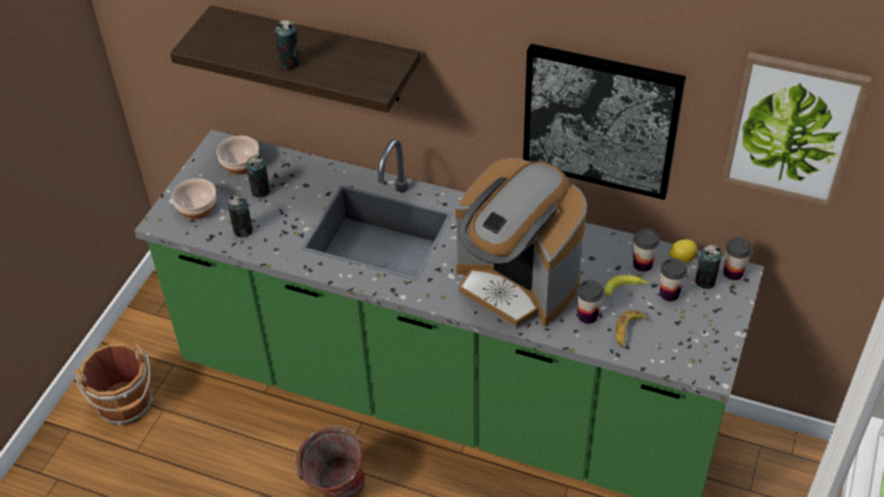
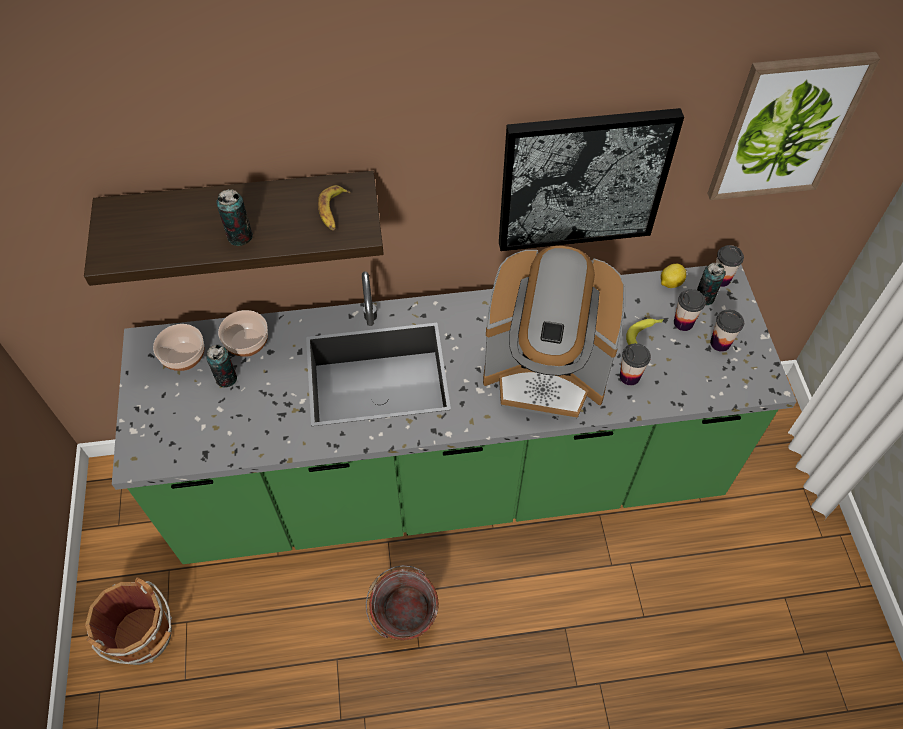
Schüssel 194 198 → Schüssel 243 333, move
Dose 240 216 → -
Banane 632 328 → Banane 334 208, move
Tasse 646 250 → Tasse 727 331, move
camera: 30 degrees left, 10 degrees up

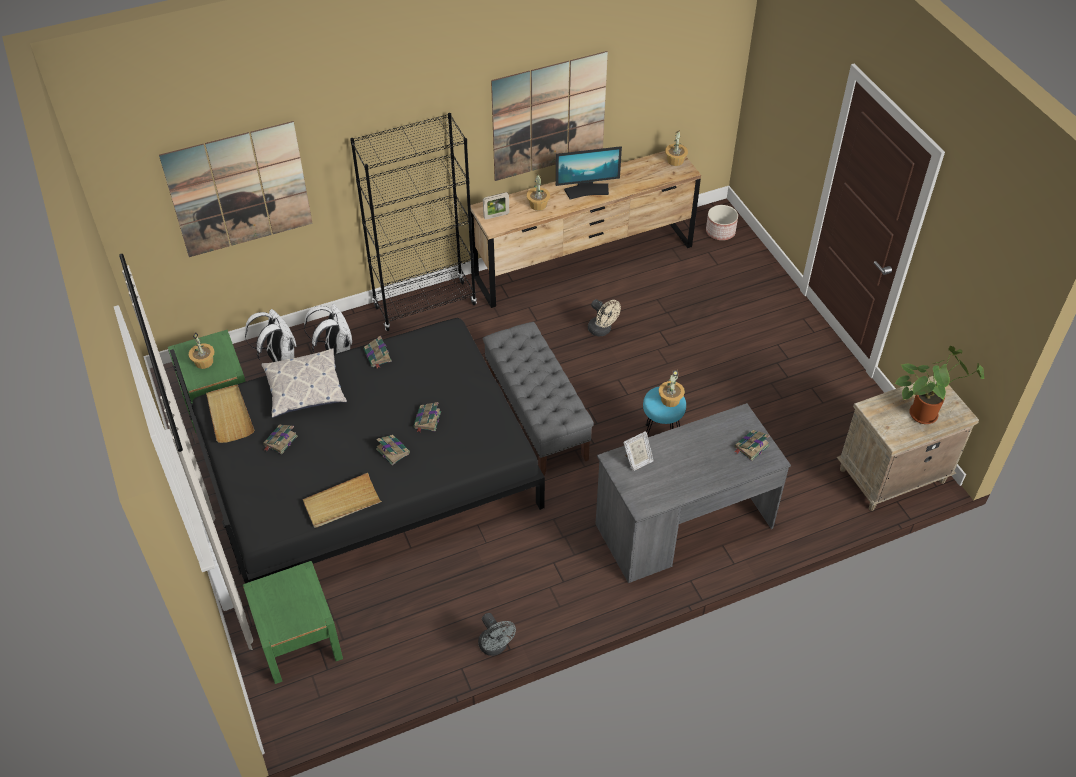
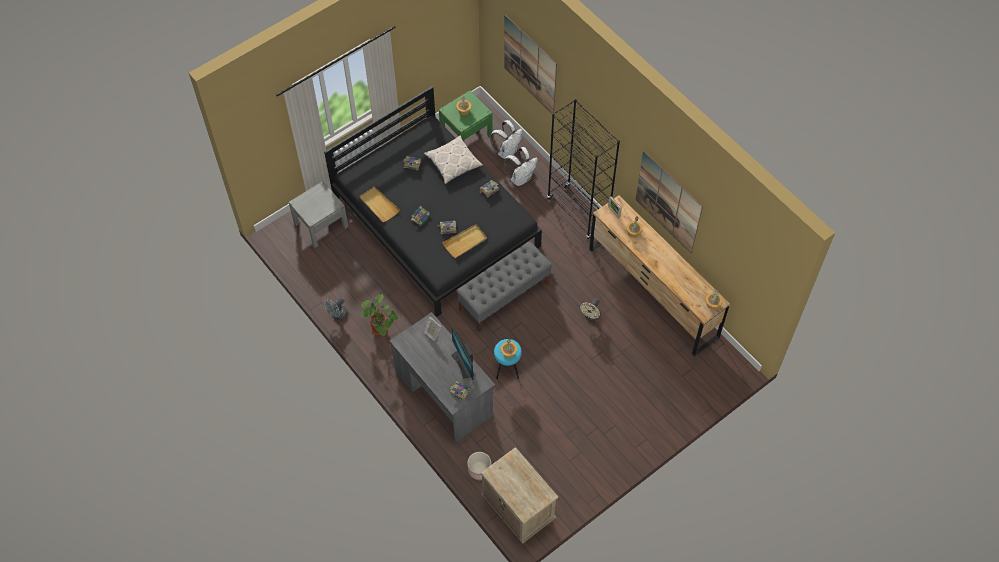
Tablett (beige) 230 413 → Tablett (beige) 464 241, move
Nachttisch (grün) 293 622 → Nachttisch (grau) 318 214
Monitor 589 172 → Monitor 462 353, move
Pflanzkübel 722 222 → Pflanzkübel 479 466, move
Topfpflanze 939 385 → Topfpflanze 379 315, move
camera: 75 degrees right, 10 degrees up

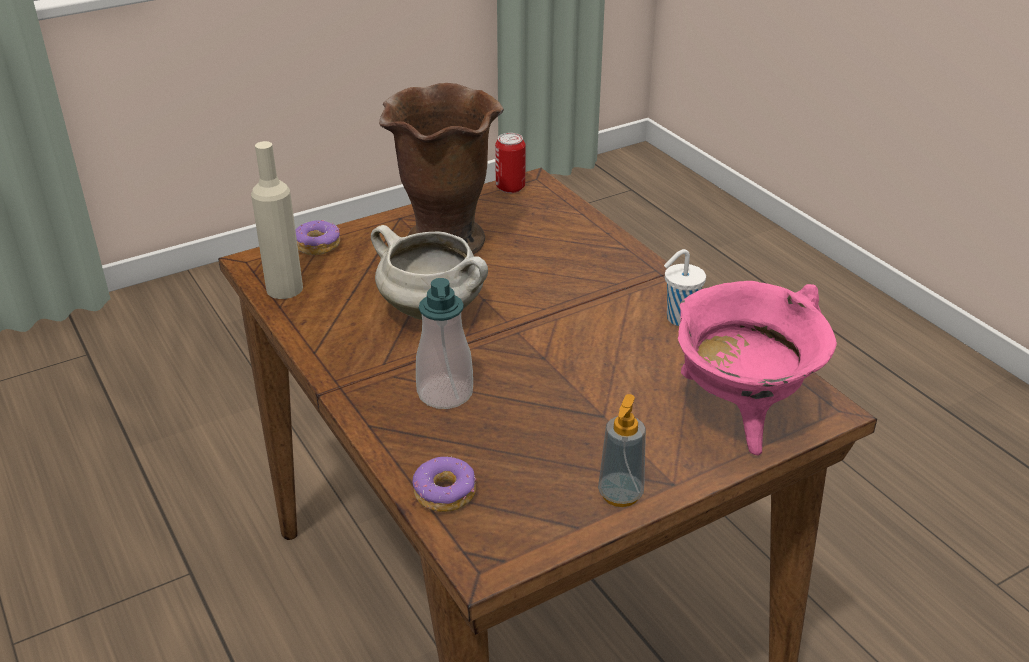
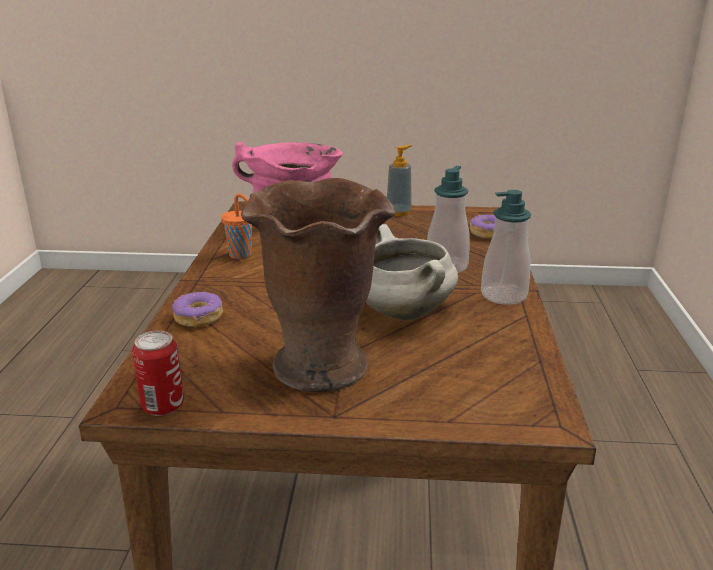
Flasche (beige) 277 220 → -
Donut 317 237 → Donut 197 309, move
Tasse (weiß) 685 287 → Tasse (orange) 236 226
- → Seifenspender 506 247
camera: 145 degrees left, 10 degrees down

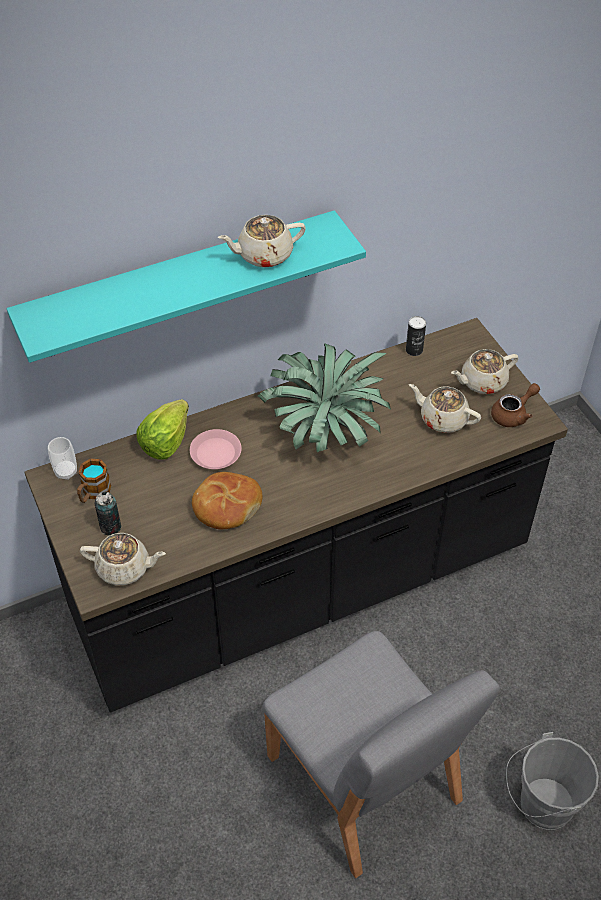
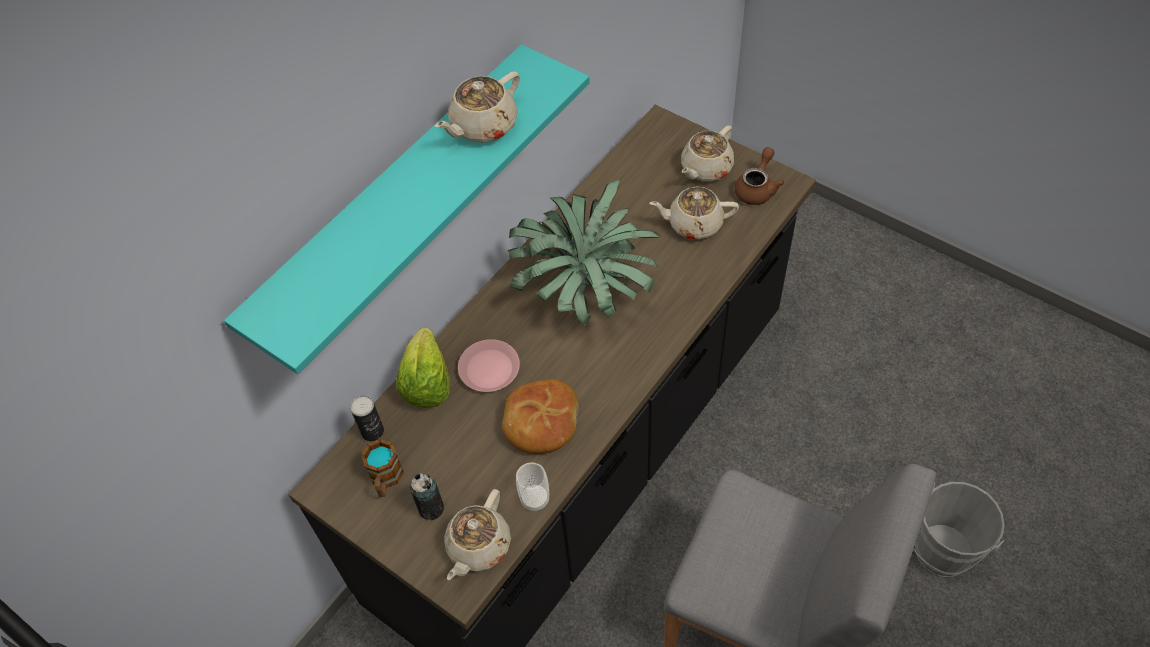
Tasse 62 458 → Tasse 532 486, move
Teekanne (beige) 123 559 → Teekanne (beige) 477 534, 135 degrees clockwise
Dose 416 336 → Dose 367 419, move
camera: 25 degrees left, 5 degrees up

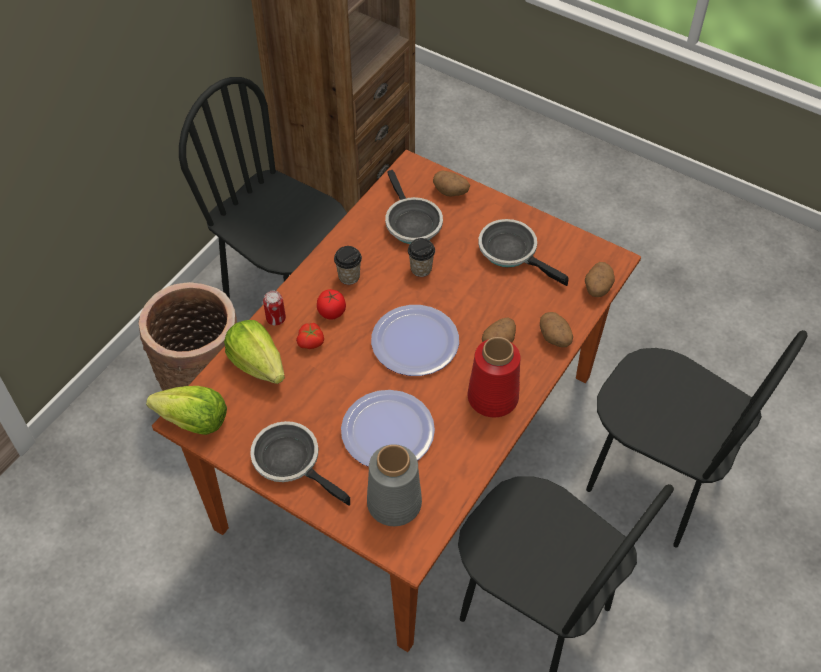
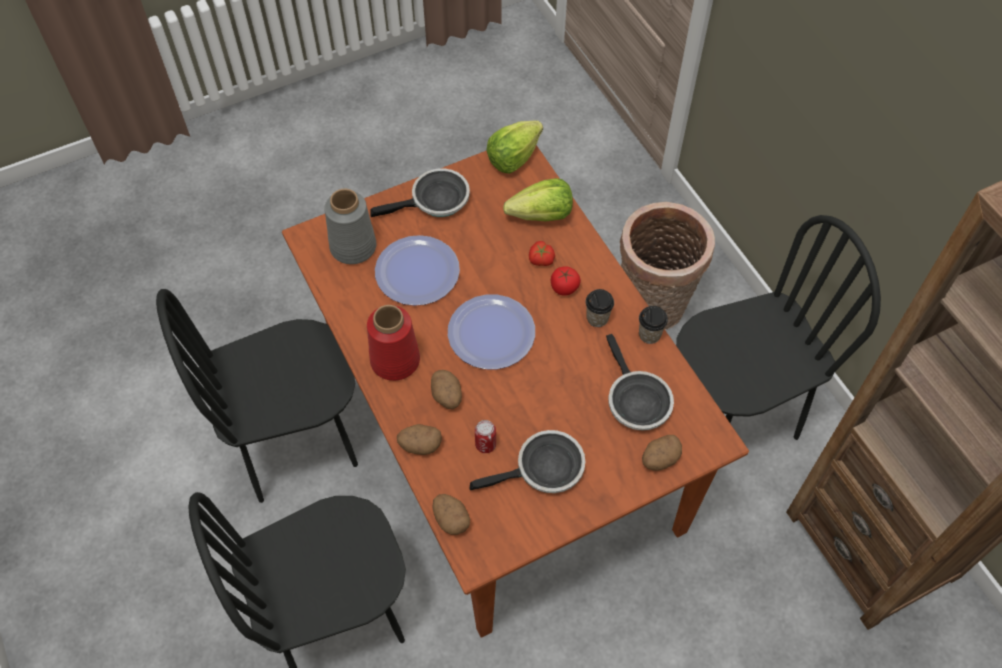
Dose 274 308 → Dose 485 436, move
Pfanne 414 207 → Pfanne 640 382, 120 degrees counterclockwise
Tasse 421 257 → Tasse 653 325, move
camera: 120 degrees right, 5 degrees up

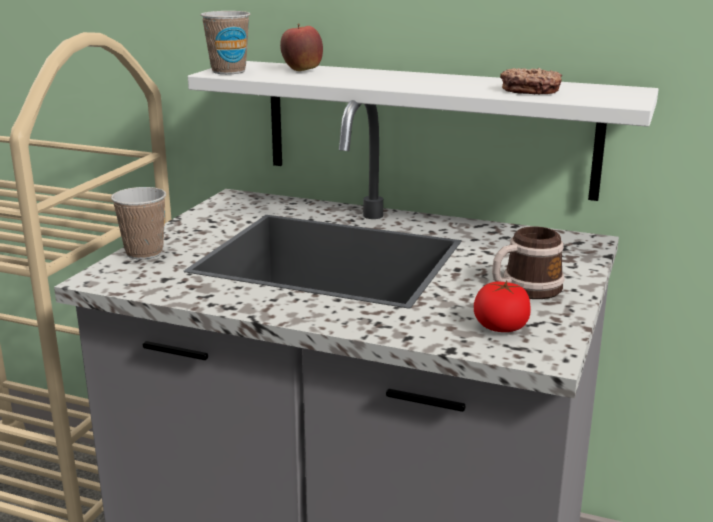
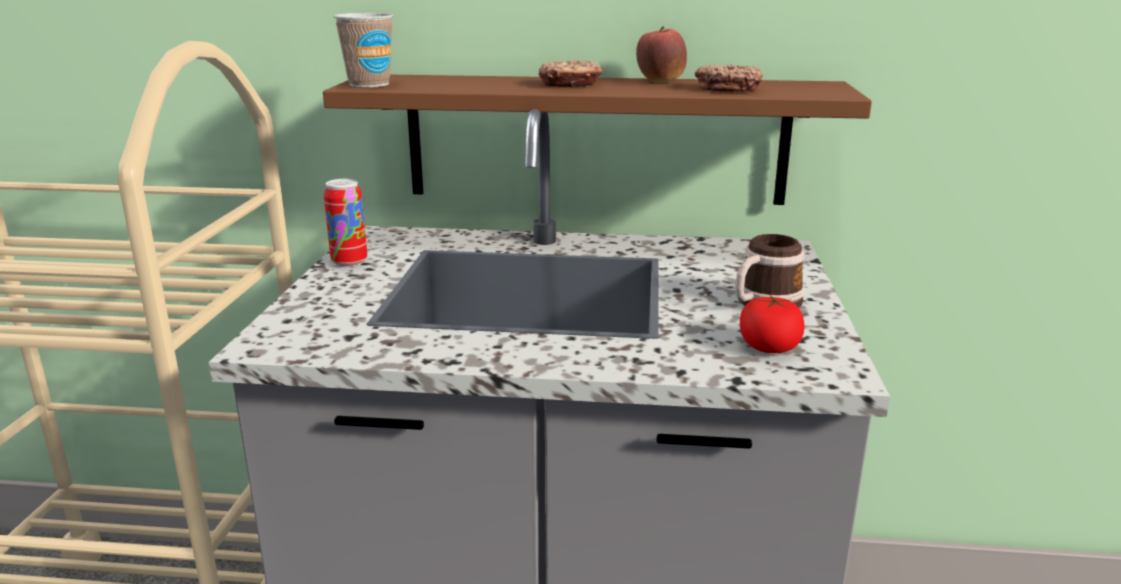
Tasse 138 223 → -
Wandregal (weiß) 423 131 → Wandregal (braun) 597 140
Apfel 301 47 → Apfel 661 54, move
- → Dose 345 223
- → Donut 571 73
camera: 15 degrees left, 0 degrees up

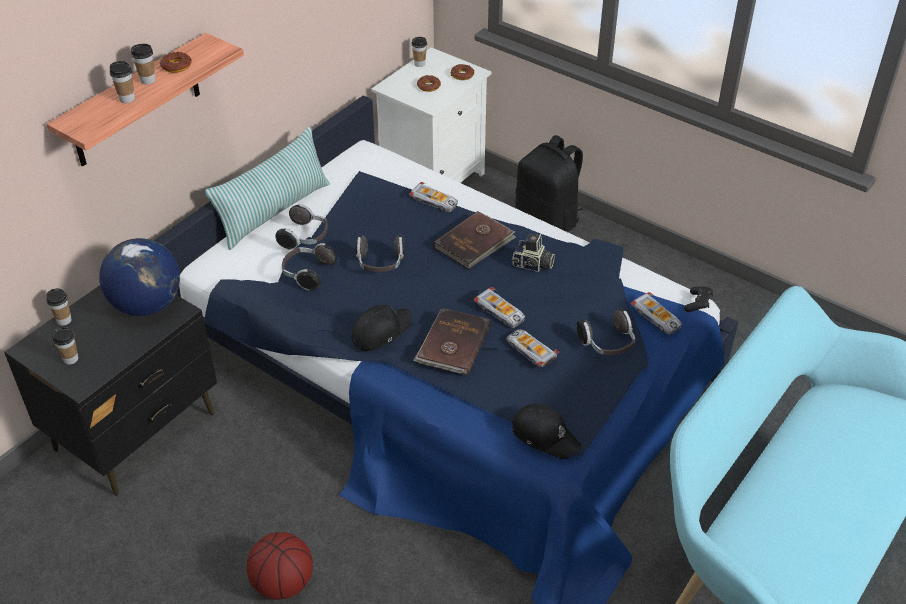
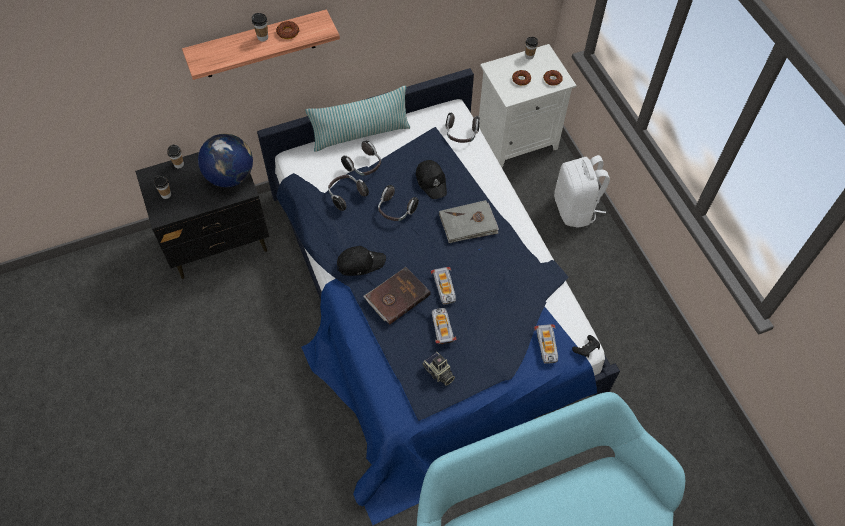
Tasse 122 82 → -
Basketball 280 566 → -
Spielzeugauto 433 197 → -
Buch (braun) 474 240 → Buch (grau) 469 221
Kappe (schwarz) 546 431 → Kappe (schwarz) 431 179, move
Kamera 533 253 → Kamera 438 369, move
Rucksack (schwarz) 549 183 → Rucksack (weiß) 582 191
Kopfhörer 606 332 → Kopfhörer 463 128, move
camera: 30 degrees right, 15 degrees up

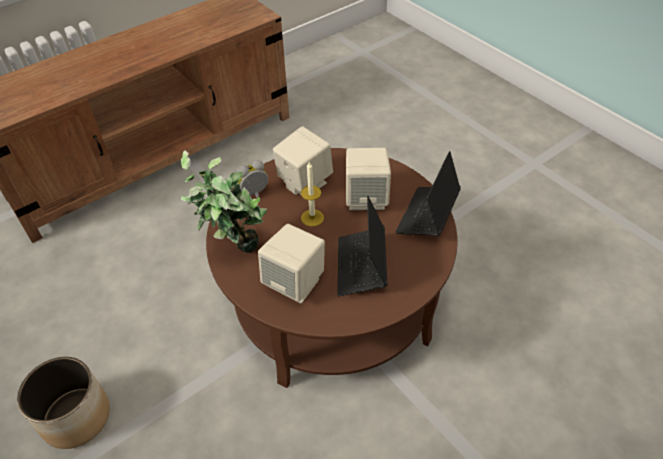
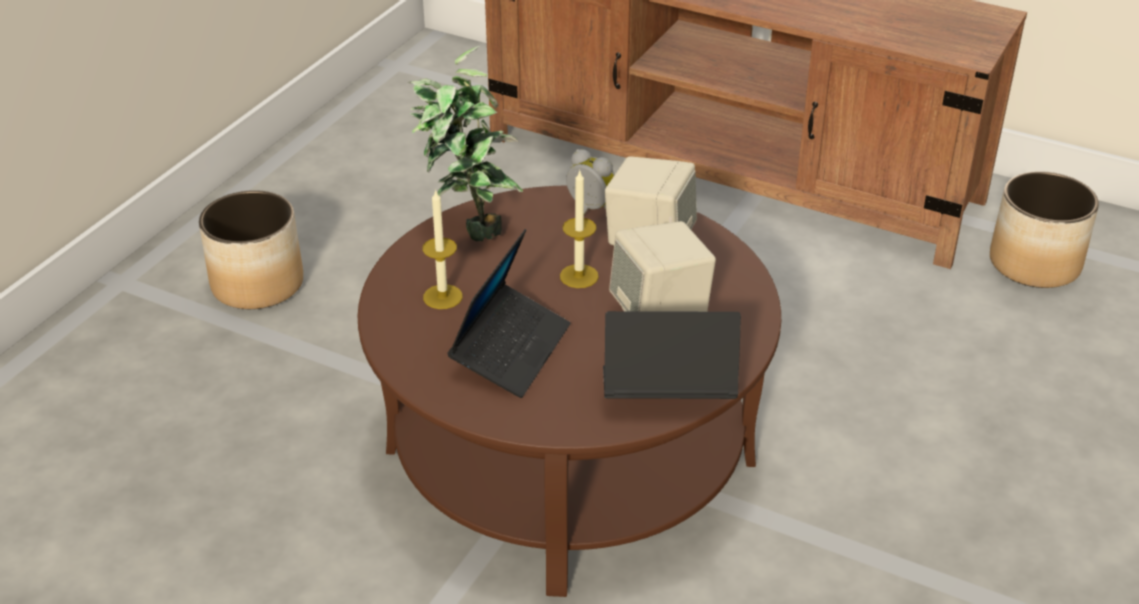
Lautsprecher (beige) 291 263 → Kerze 442 249
Laptop 362 245 → Laptop 508 313, 135 degrees clockwise
- → Pflanzkübel 1044 229
camera: 65 degrees right, 10 degrees down

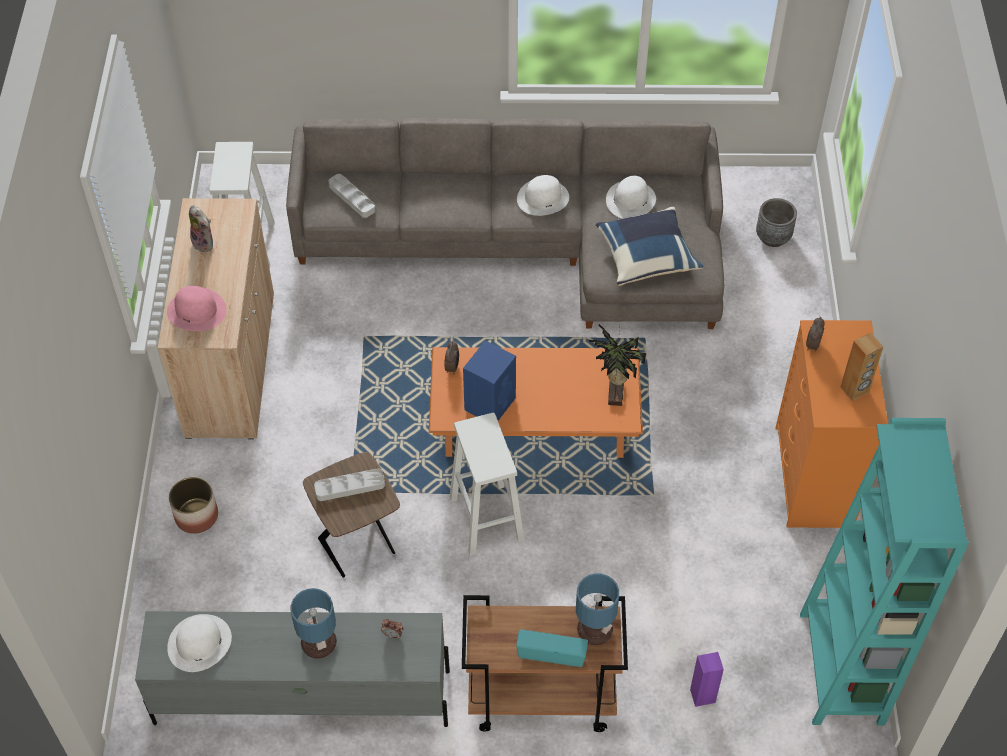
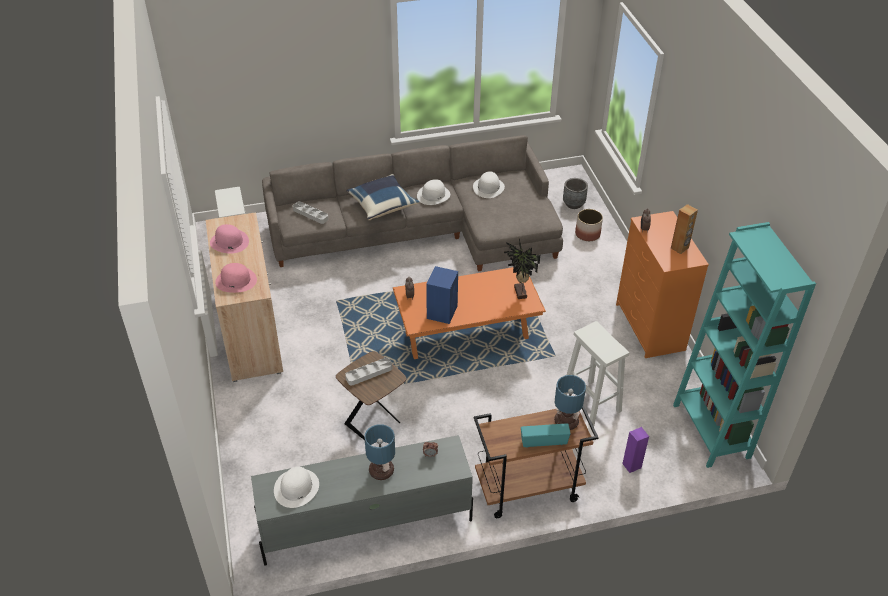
Pflanzkübel 193 505 → Pflanzkübel 589 225, move
Plüschtier 201 228 → Hut (rosa) 229 238
Hocker (weiß) 487 484 → Hocker (weiß) 596 373, move
Kissen (blau) 650 246 → Kissen (blau) 383 197, move
camera: 15 degrees left, 10 degrees down

